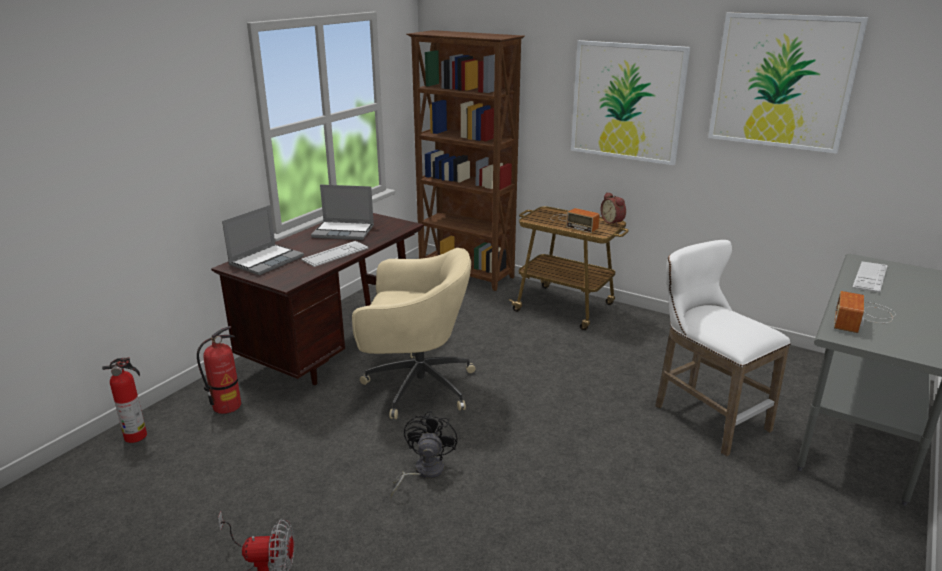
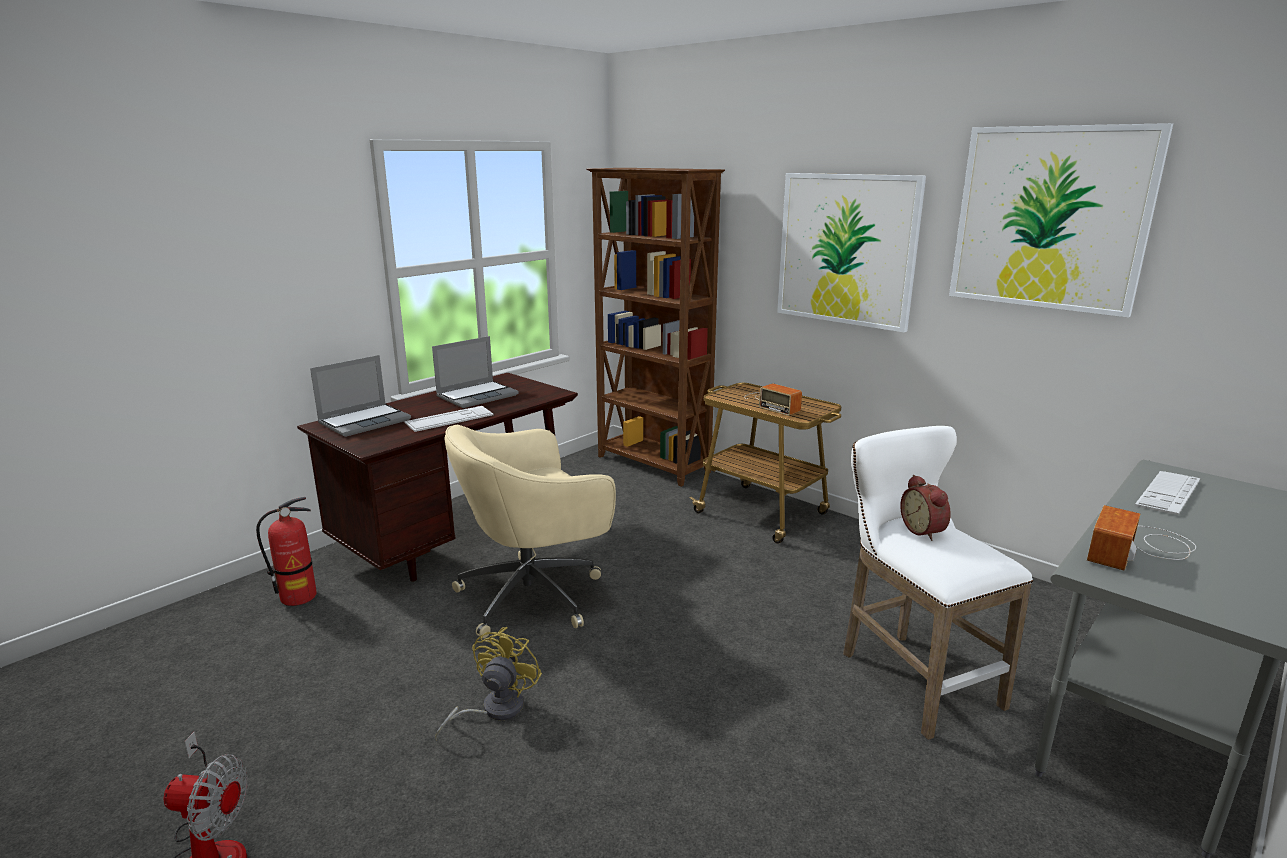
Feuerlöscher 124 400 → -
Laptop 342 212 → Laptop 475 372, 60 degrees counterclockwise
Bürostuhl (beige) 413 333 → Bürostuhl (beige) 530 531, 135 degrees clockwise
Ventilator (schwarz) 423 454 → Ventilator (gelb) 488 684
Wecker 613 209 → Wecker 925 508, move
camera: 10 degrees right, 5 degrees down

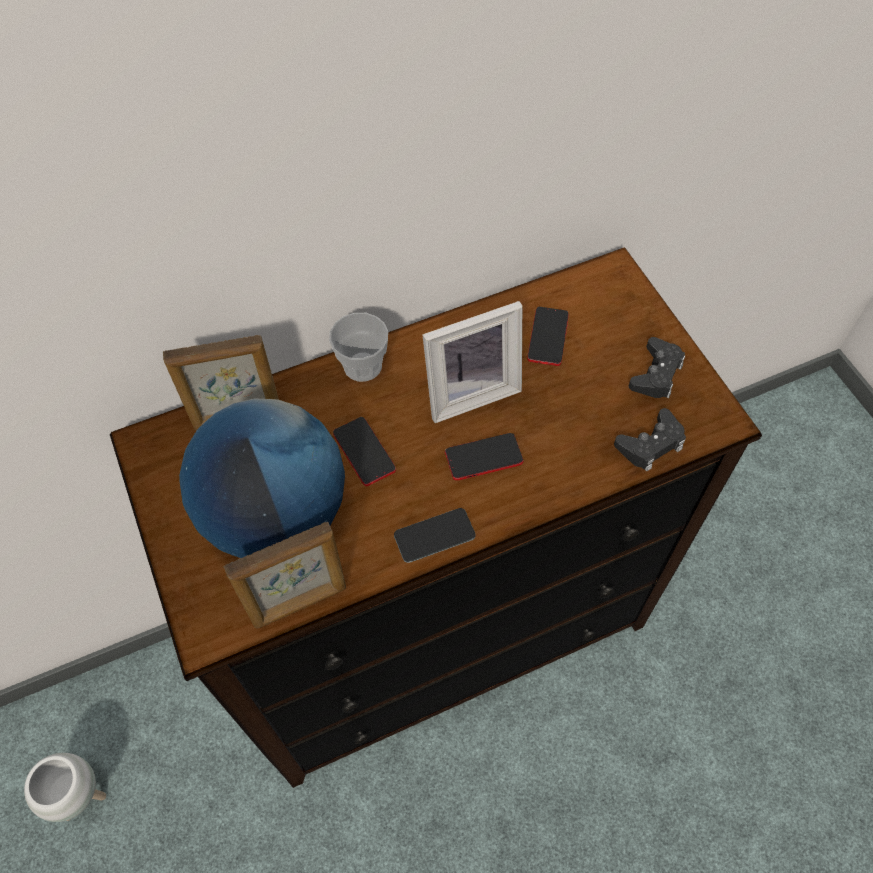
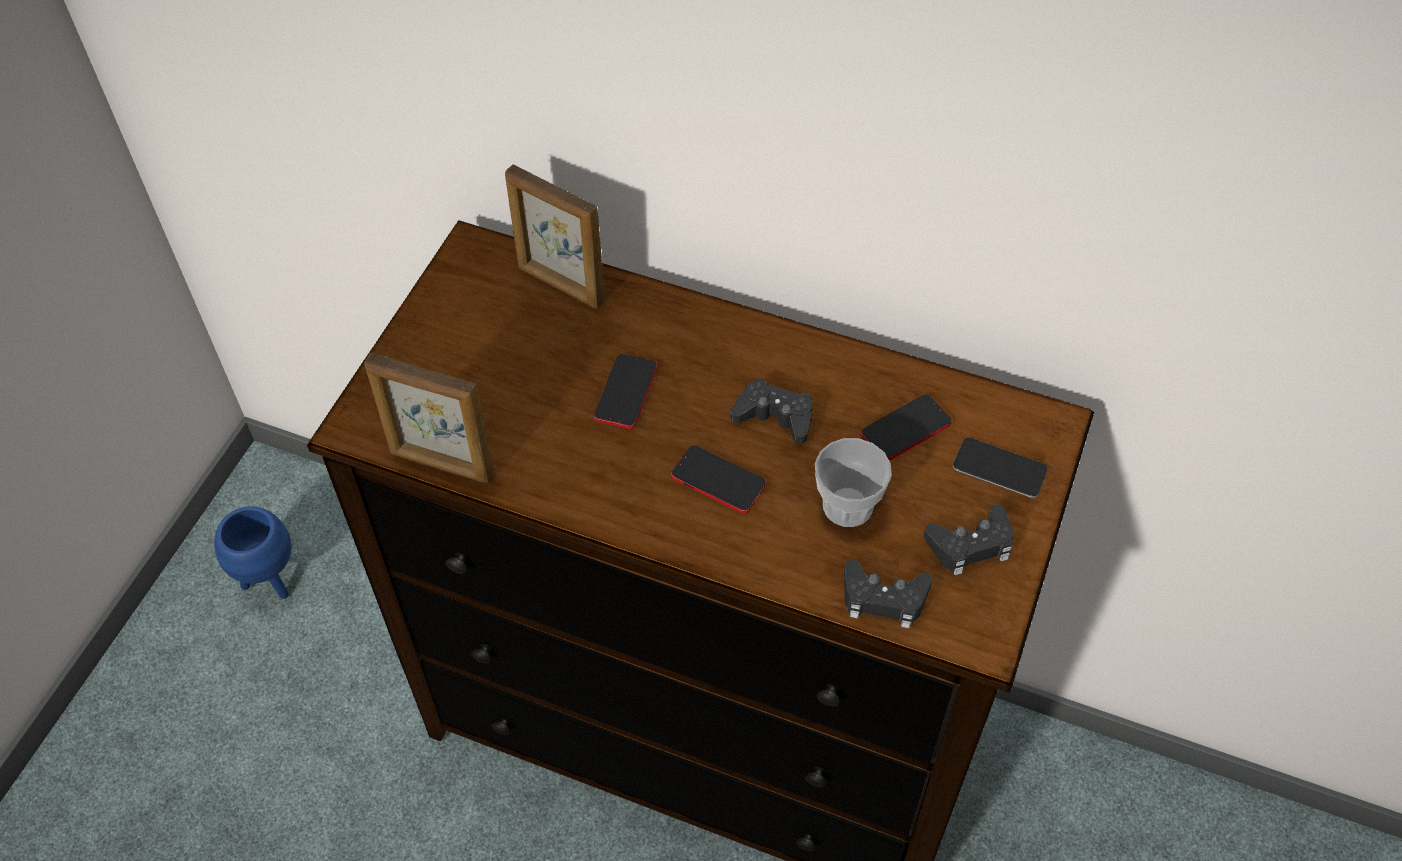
Pflanzkübel (weiß) 65 787 → Pflanzkübel (blau) 252 552
Globus 262 478 → -
Tasse 358 347 → Tasse 853 482, move
Handy 434 535 → Handy 1000 467, move
Bilderrahmen 472 362 → Gamepad (schwarz) 771 411
camera: 45 degrees right, 5 degrees down

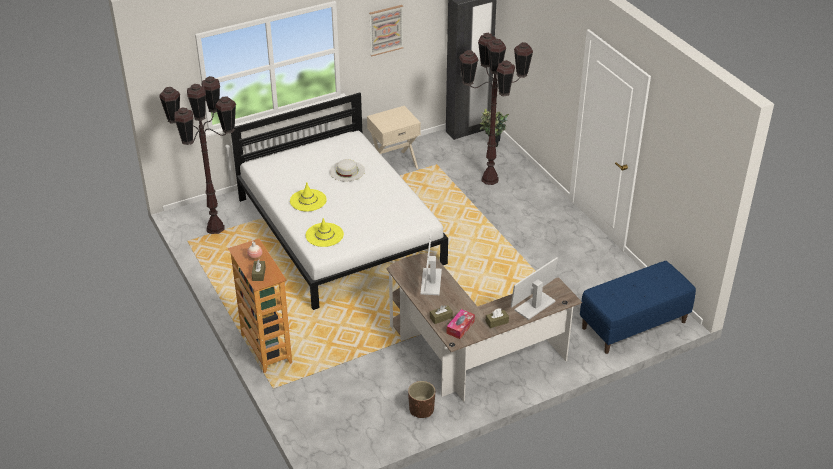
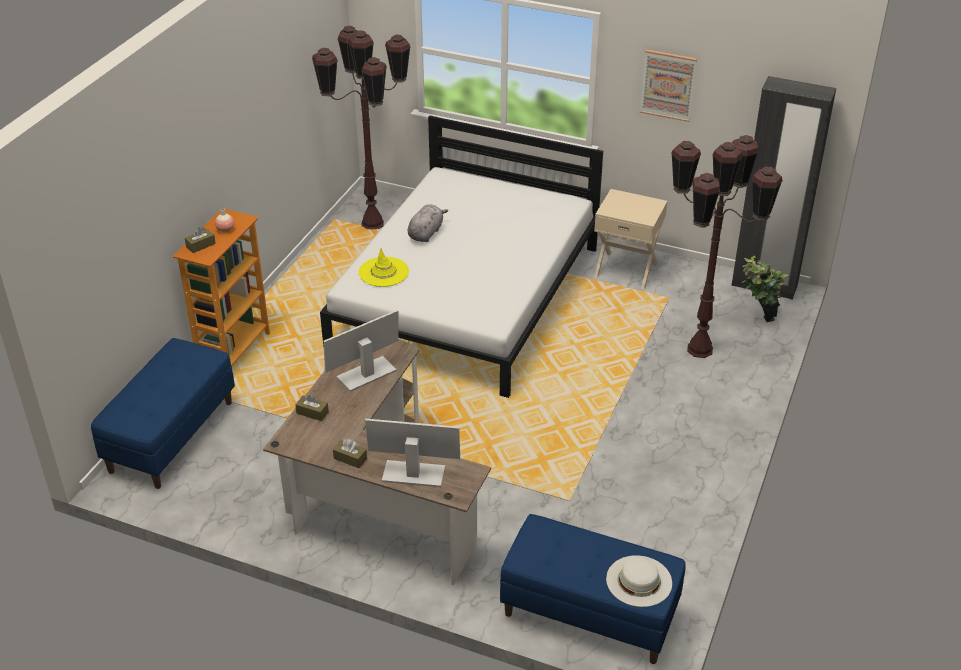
Hut (gelb) 308 196 → Plüschtier (grau) 428 223
Hut (weiß) 347 170 → Hut (weiß) 639 581, move
Pflanzkübel (braun) 421 399 → -
Taschentuchbox 461 324 → -
- → Bank (blau) 163 413
camera: 50 degrees right, 0 degrees up

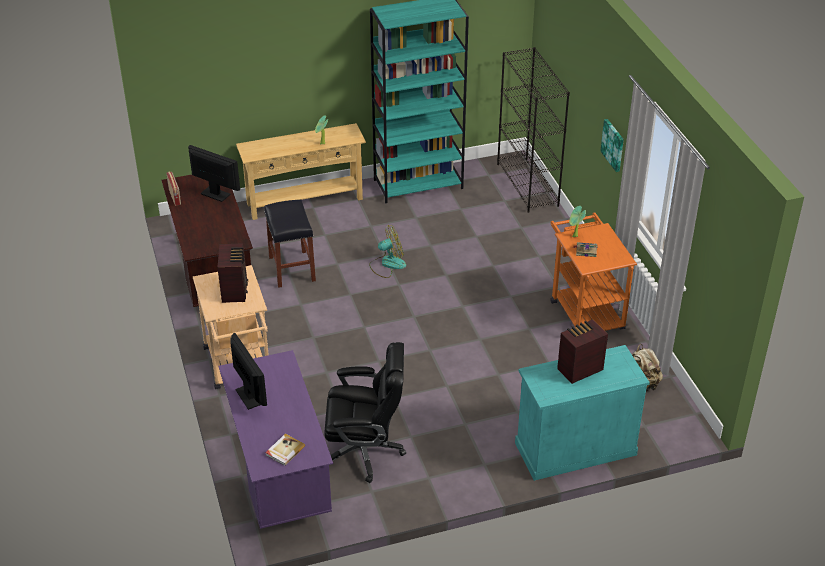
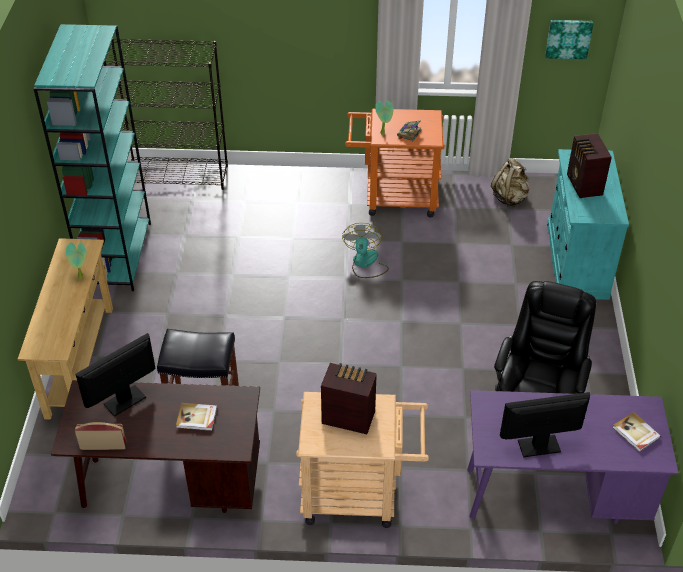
Ventilator 387 251 → Ventilator 365 250, move
Bild 612 145 → Bild 569 39, move
- → Buch 196 417
camera: 70 degrees left, 5 degrees up

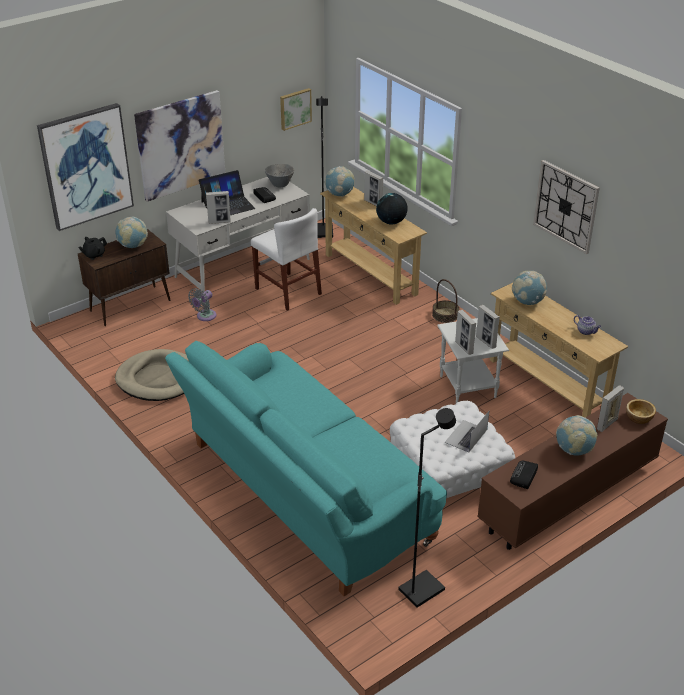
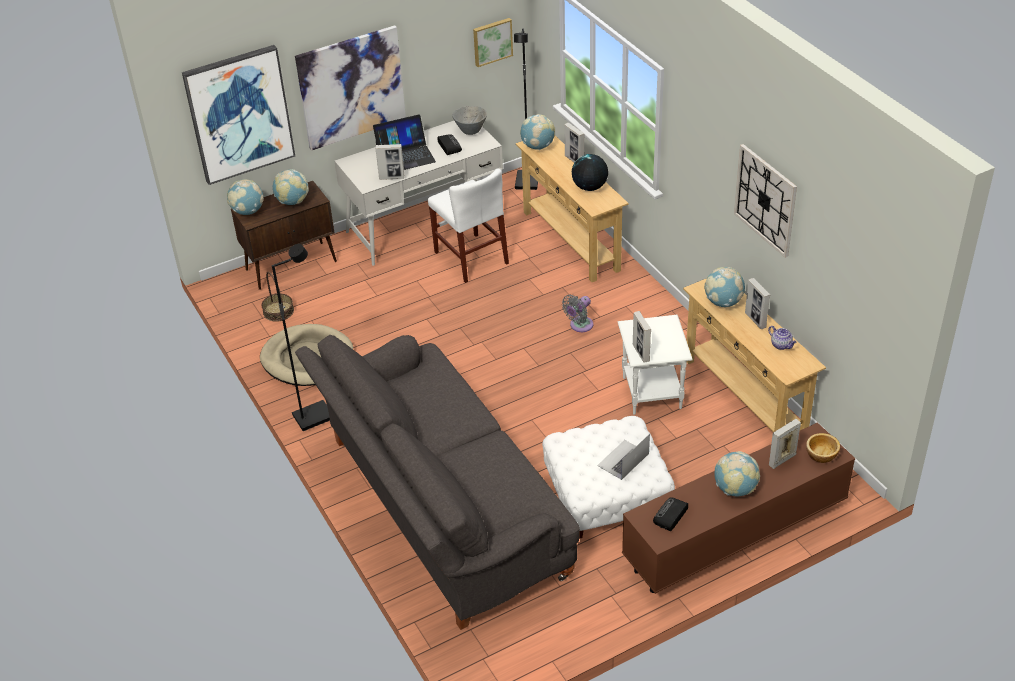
Teekanne (schwarz) 92 248 → Globus 245 197
Sofa (türkis) 306 468 → Sofa (grau) 437 482
Ventilator (grau) 202 304 → Ventilator (grau) 577 313, move
Stehlampe (schwarz) 427 508 → Stehlampe (schwarz) 301 337, move
Korb 445 301 → Korb 278 297, move
Bilderrahmen 488 327 → Bilderrahmen 757 303, move
camera: 10 degrees right, 5 degrees up

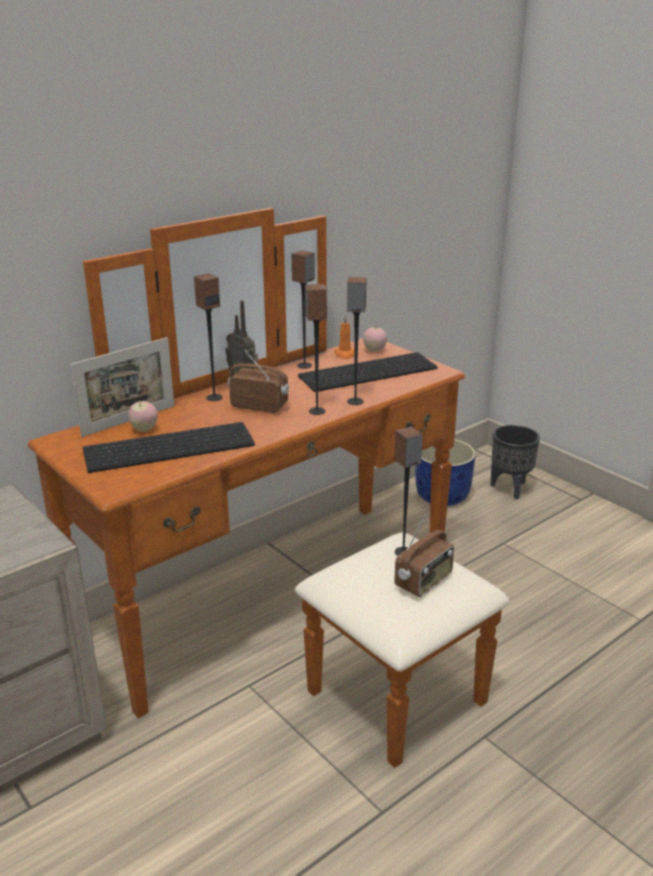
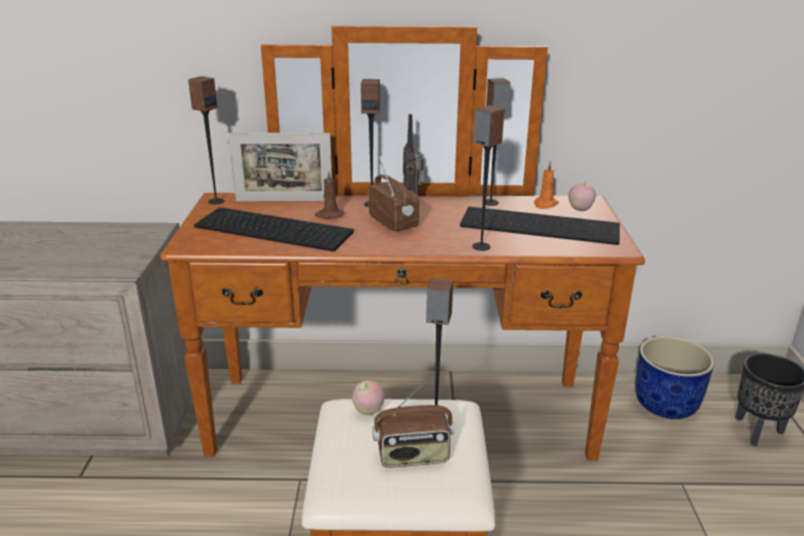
Apfel 143 416 → Apfel 368 397, move
Lautsprecher 316 349 → Lautsprecher 206 140, move
- → Kerze (braun) 329 194
camera: 40 degrees right, 0 degrees up

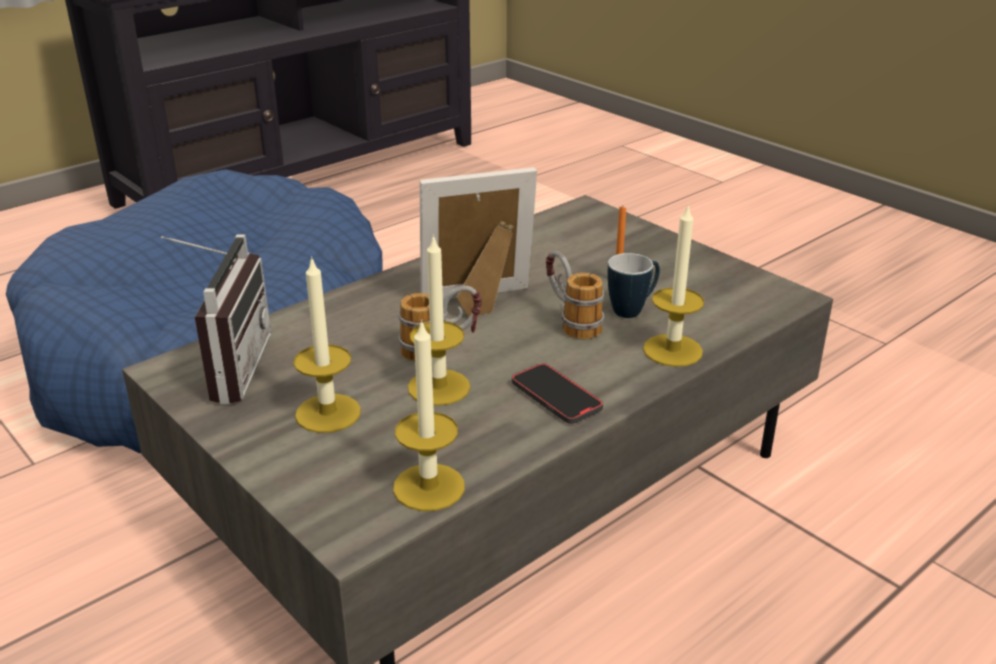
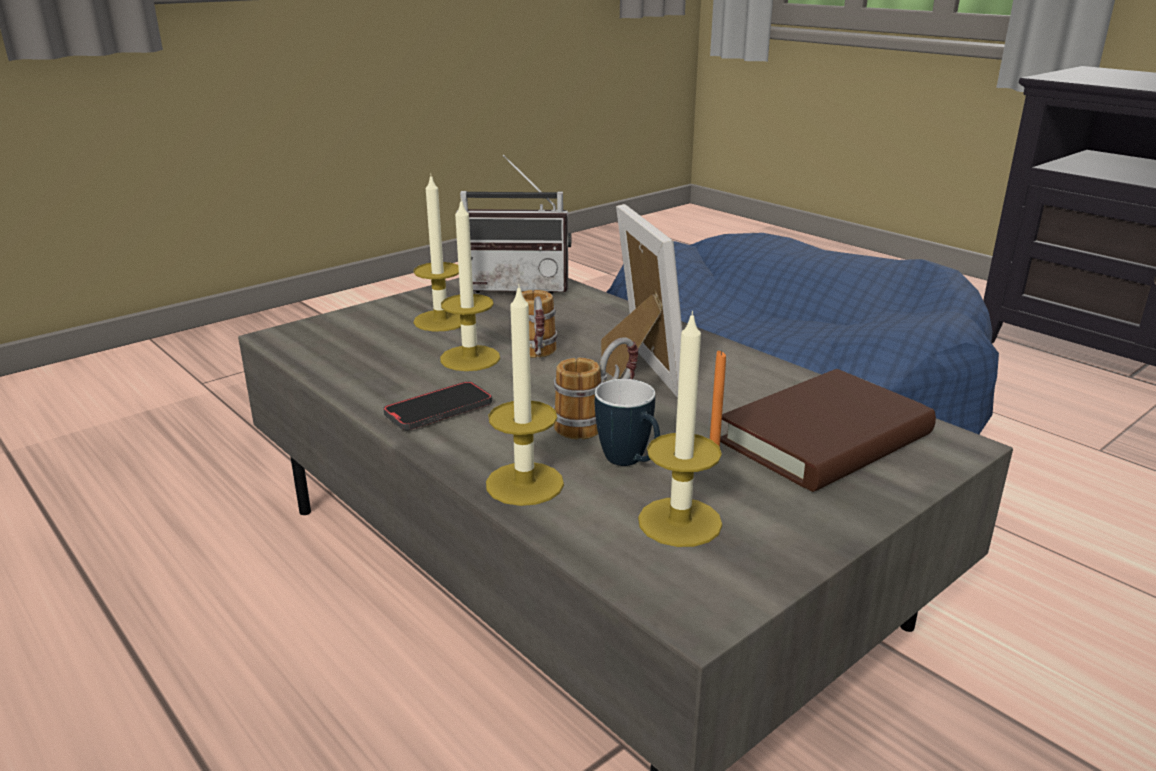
Kerze 429 415 → Kerze 680 429, move
- → Buch (braun) 828 430
camera: 90 degrees right, 5 degrees down

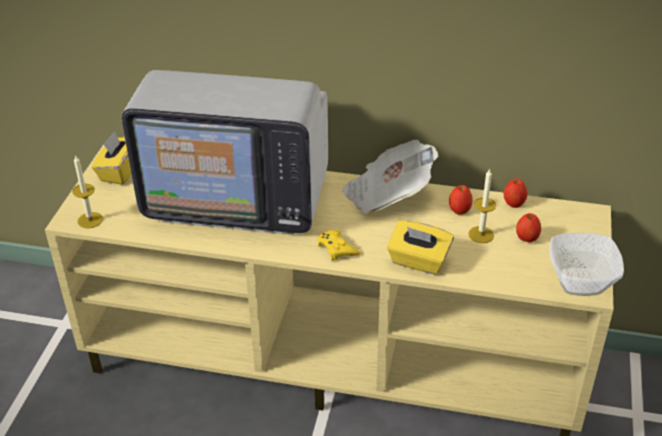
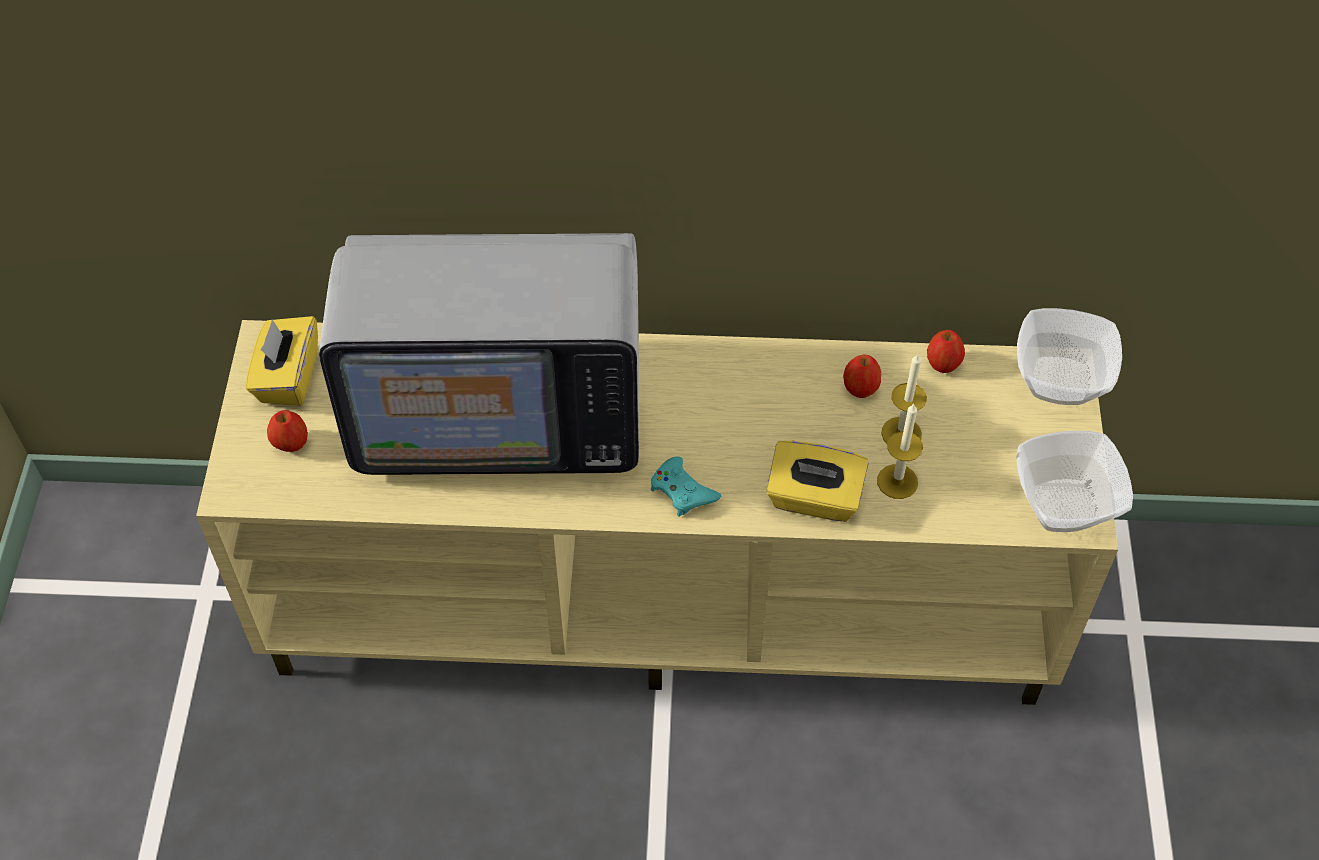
Kerze 87 192 → Kerze 900 451, move
Gamepad (gelb) 339 245 → Gamepad (türkis) 686 486
Zeitung 390 177 → -
Apfel 528 227 → Apfel 287 431, move
- → Schüssel 1069 356
camera: 10 degrees left, 15 degrees up

